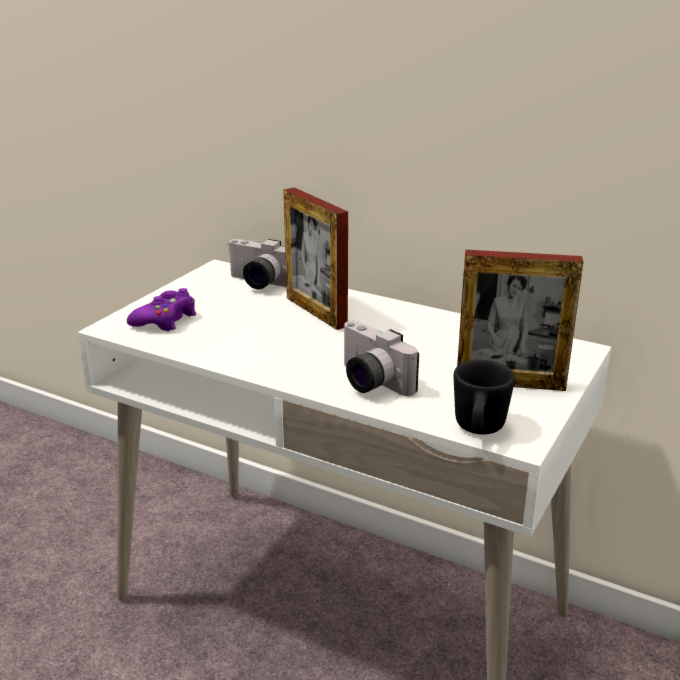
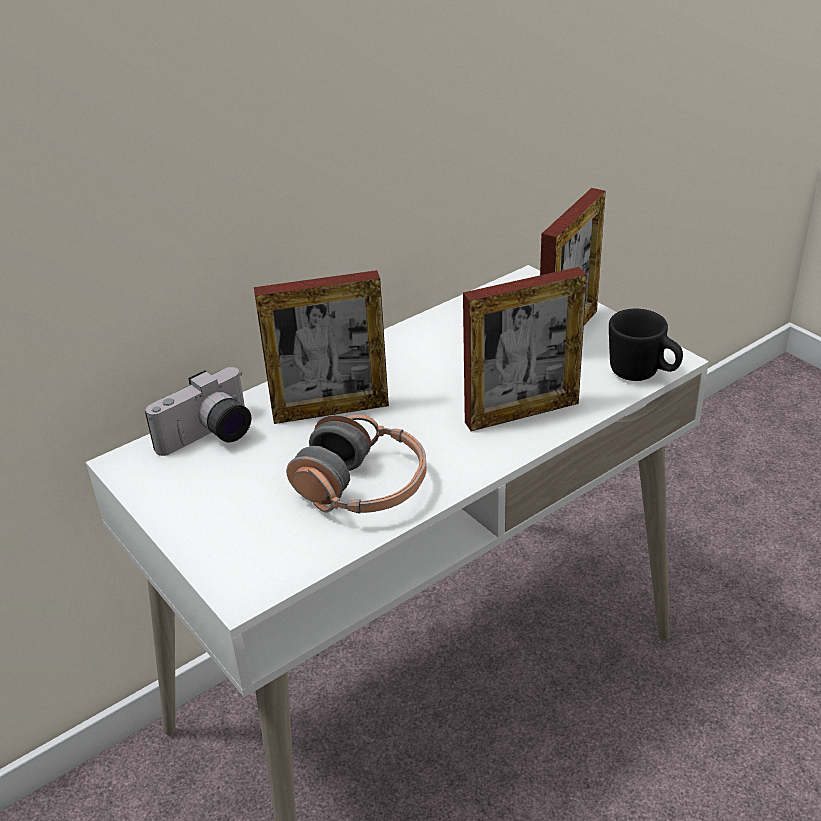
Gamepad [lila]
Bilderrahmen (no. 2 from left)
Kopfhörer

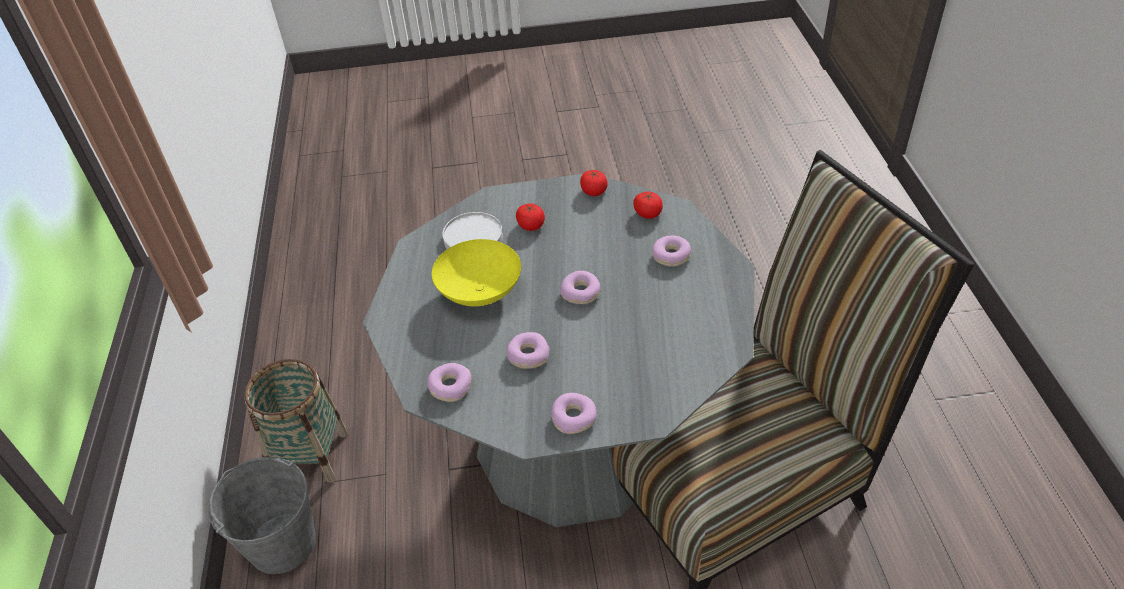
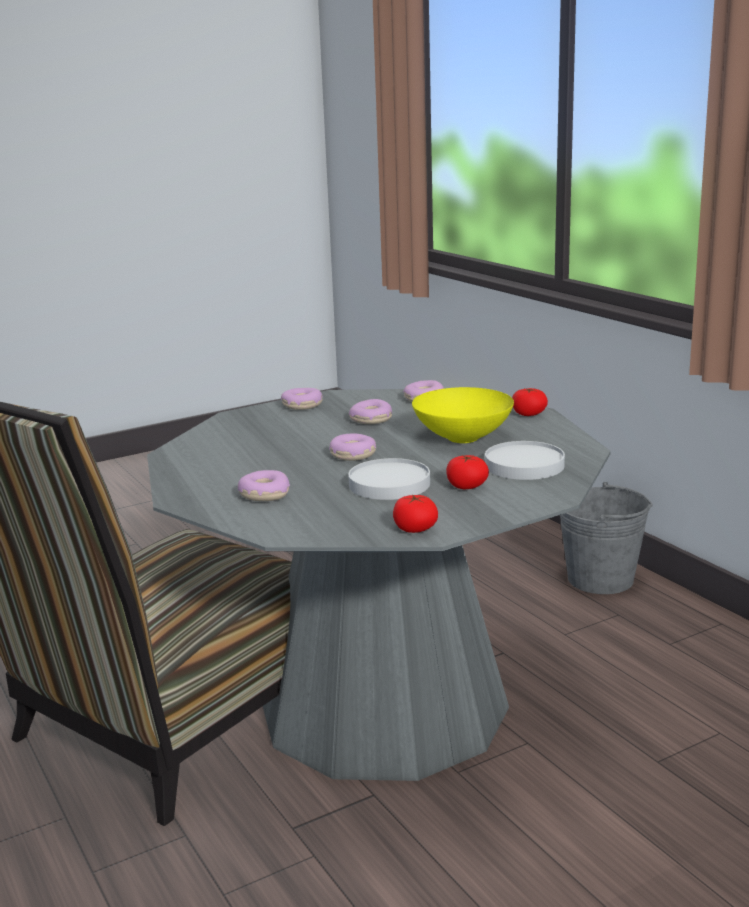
Korb
Tomate (no. 3 from left)
Teller [weiß] (no. 1 from left)

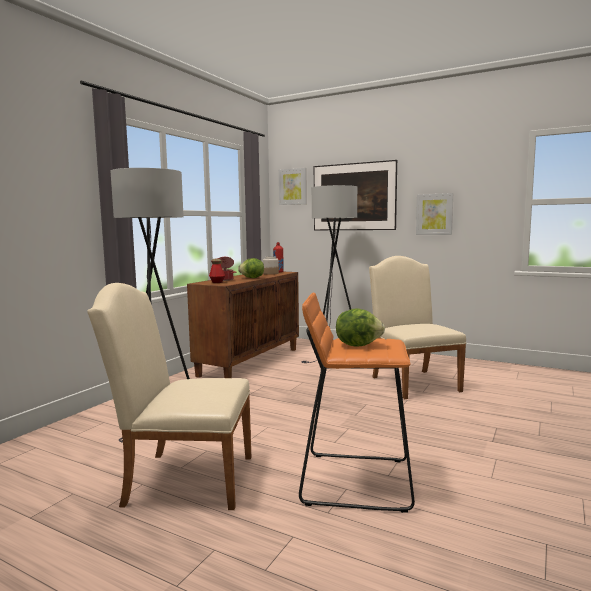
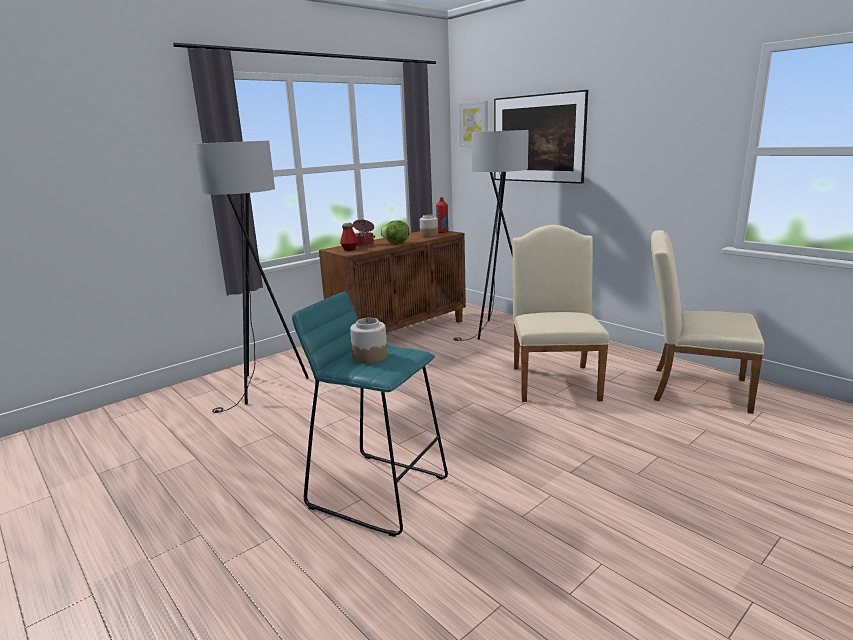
Stuhl [beige] (no. 2 from left)
Hocker [türkis]
Vorratsglas (no. 1 from left)
Bild (no. 3 from left in the first image)

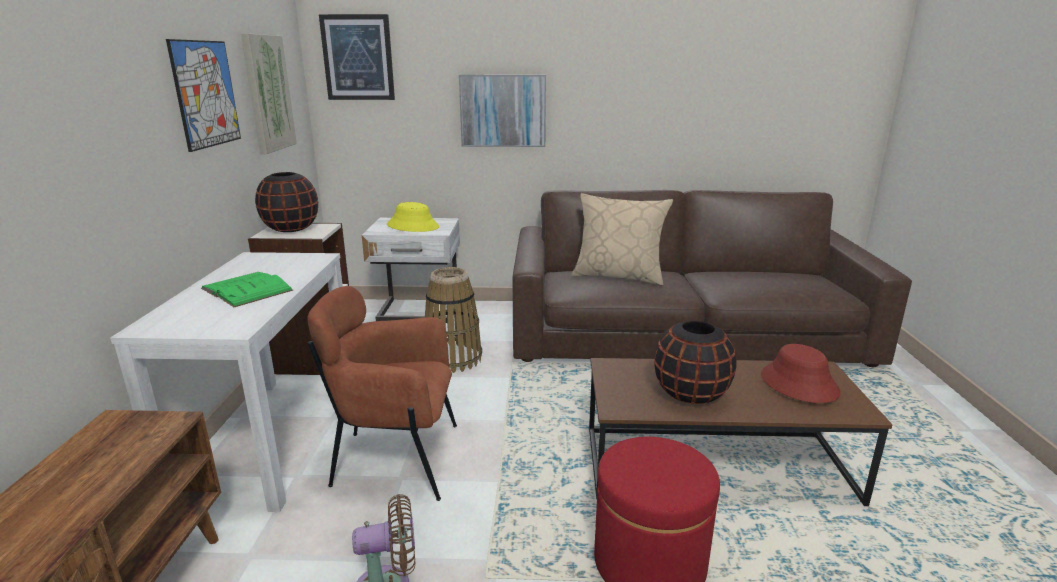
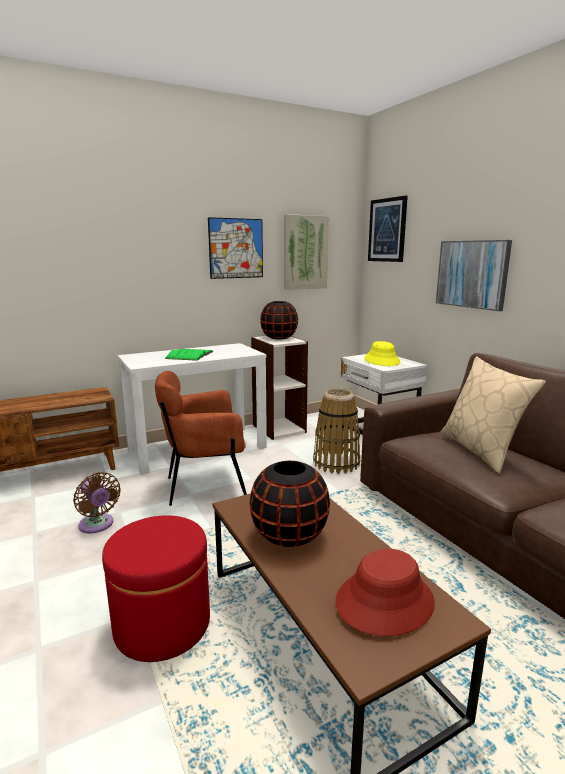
Sessel [braun]

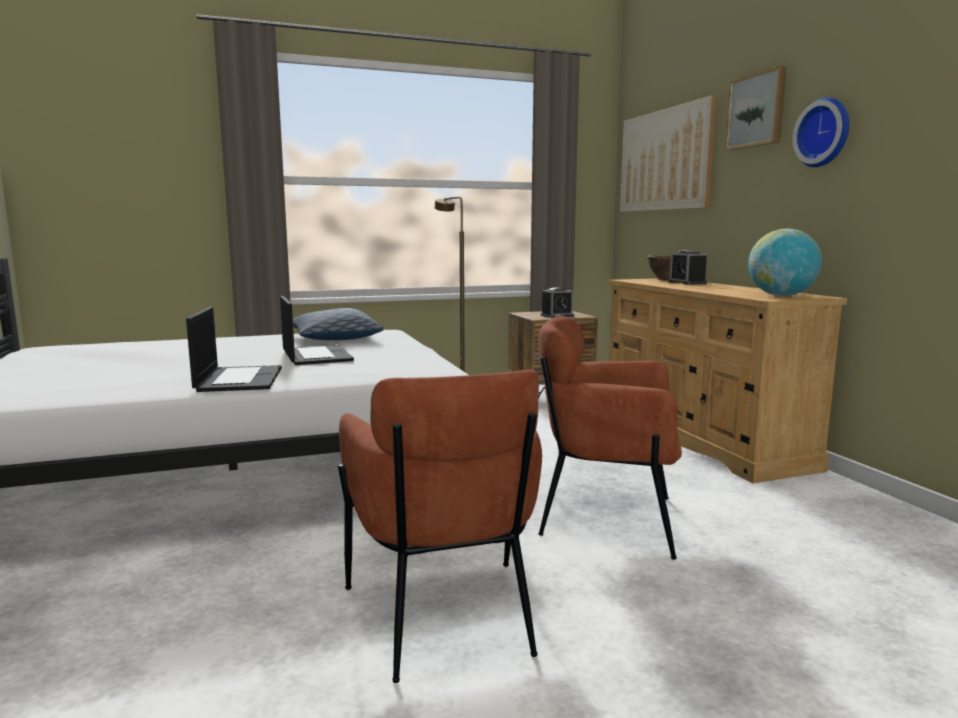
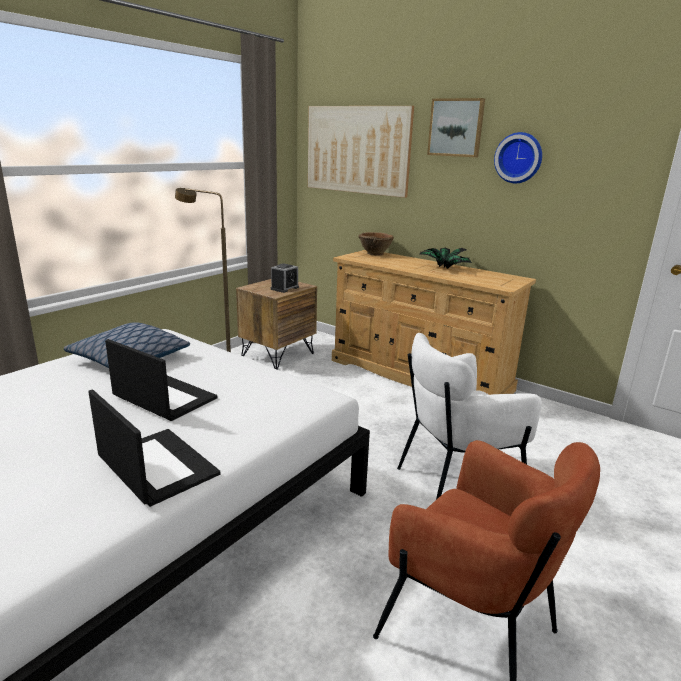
Sessel [weiß]
Wecker (no. 2 from left in the first image)
Globus
Topfpflanze

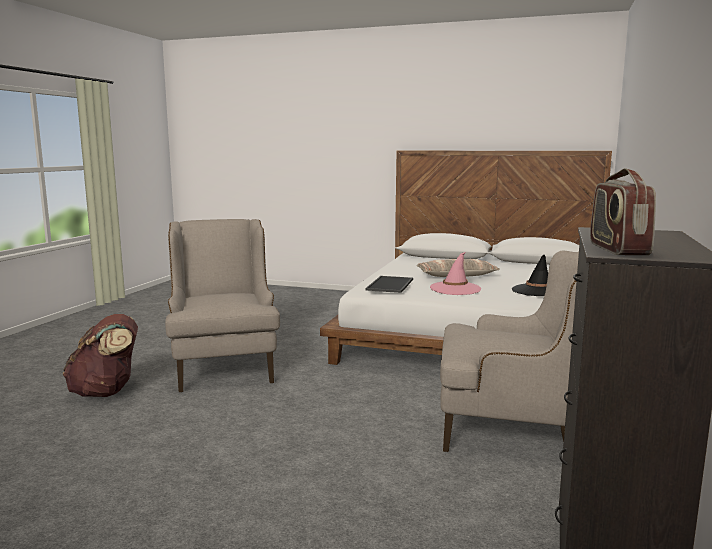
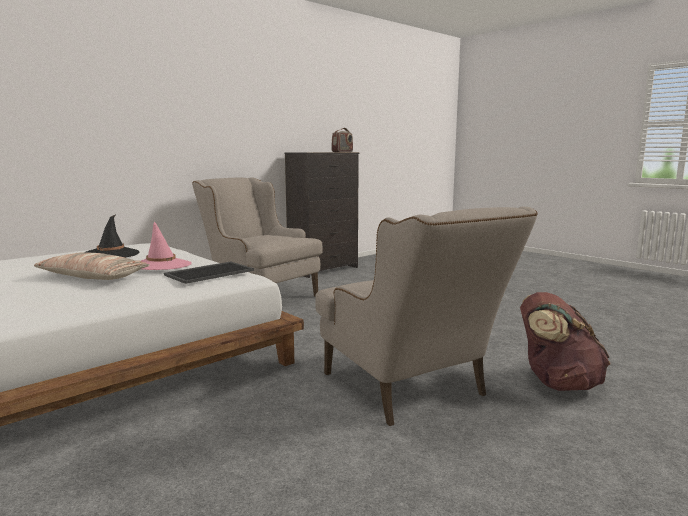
Sessel [beige] (no. 2 from left)

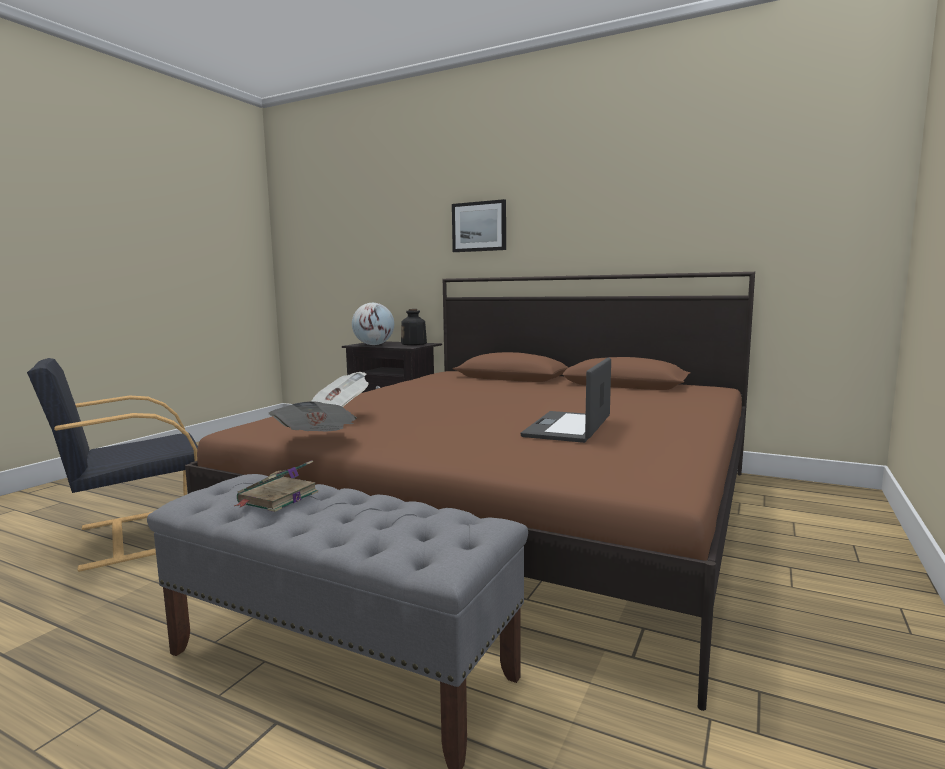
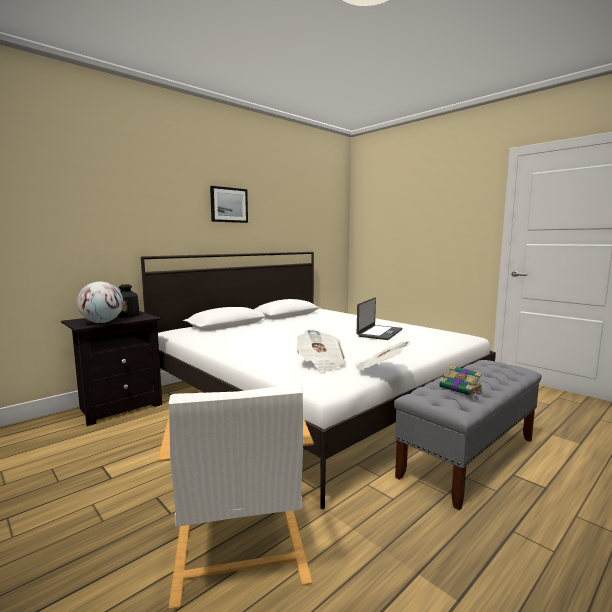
Sessel [weiß]
Bett [weiß]
Bild
Laptop

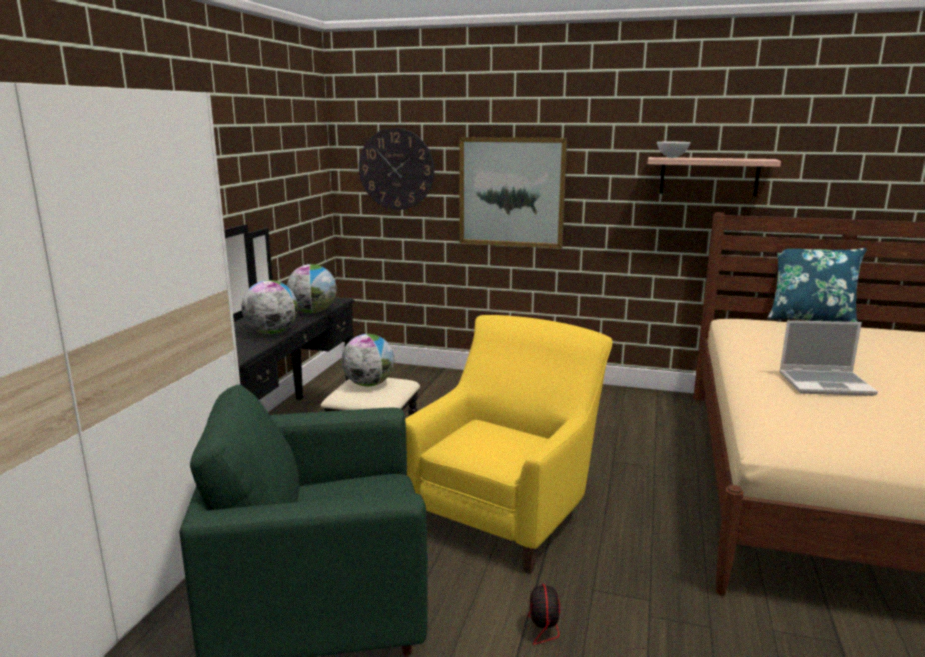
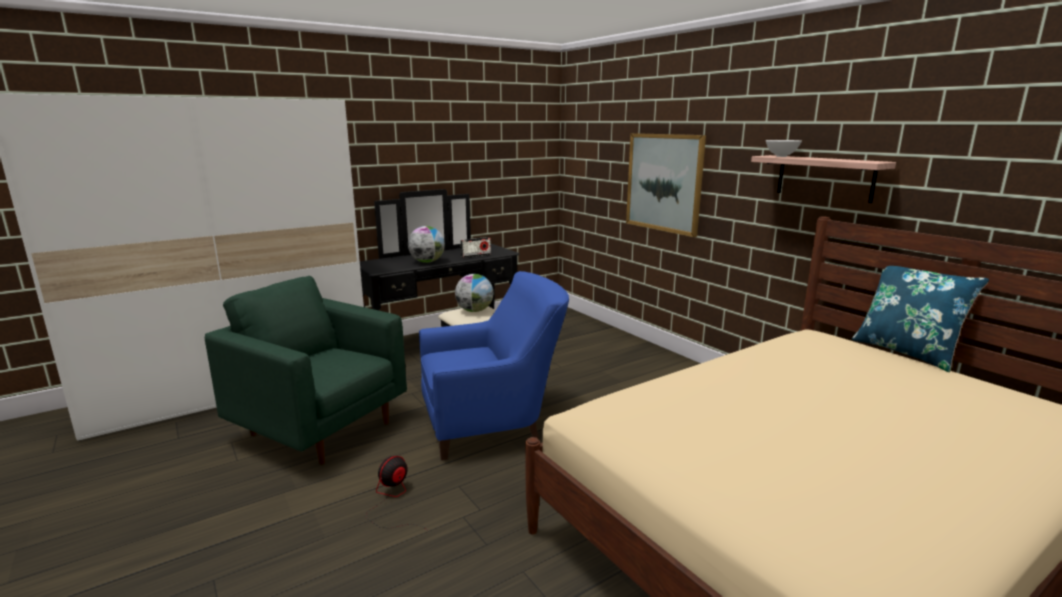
Radio
Wanduhr
Sessel [blau]
Laptop

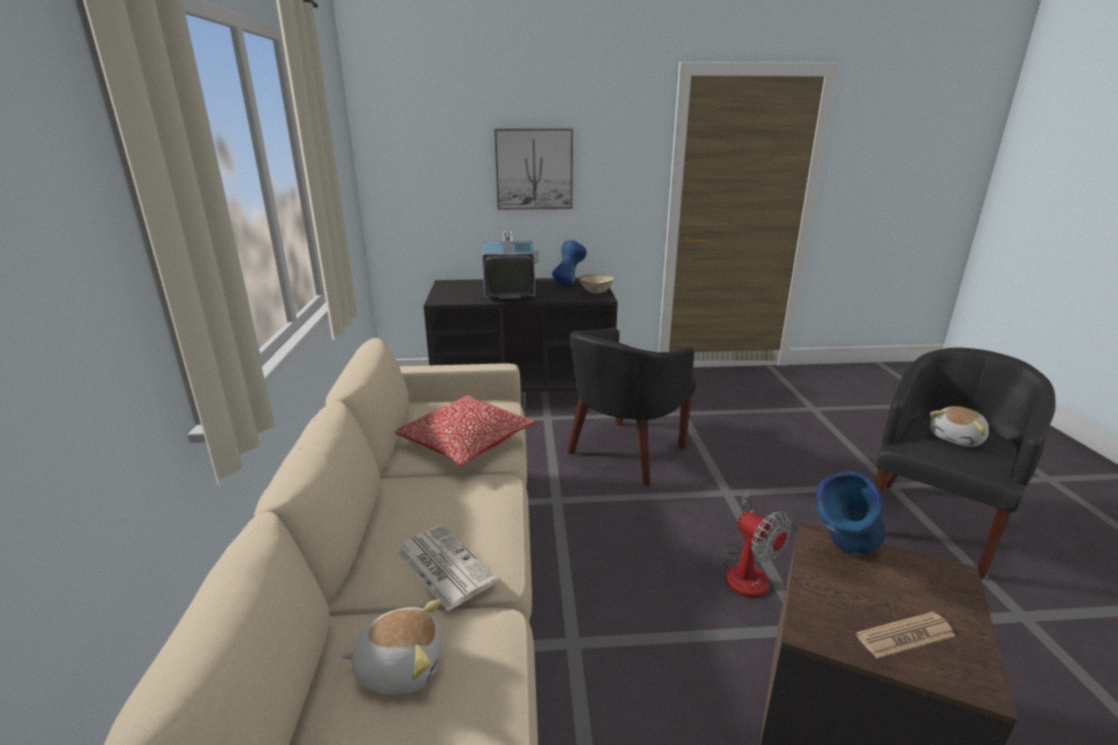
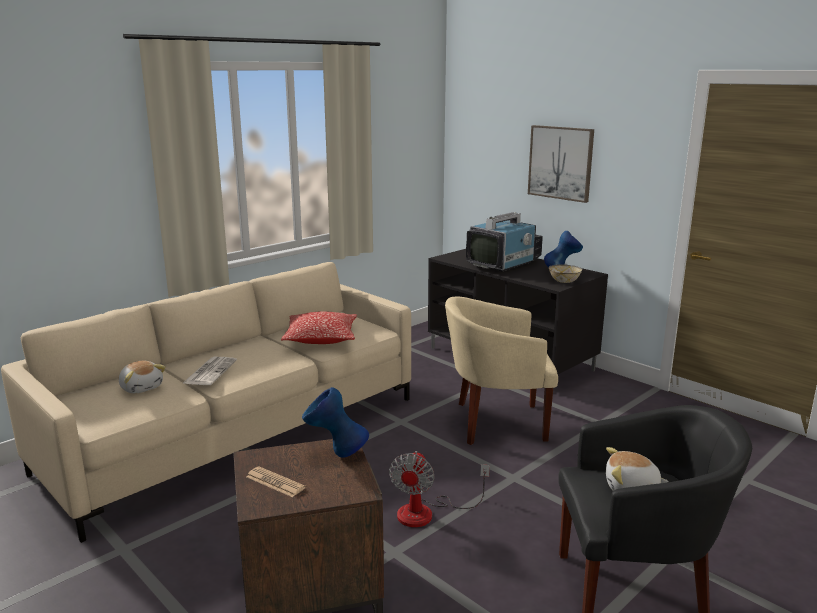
Sessel [beige]

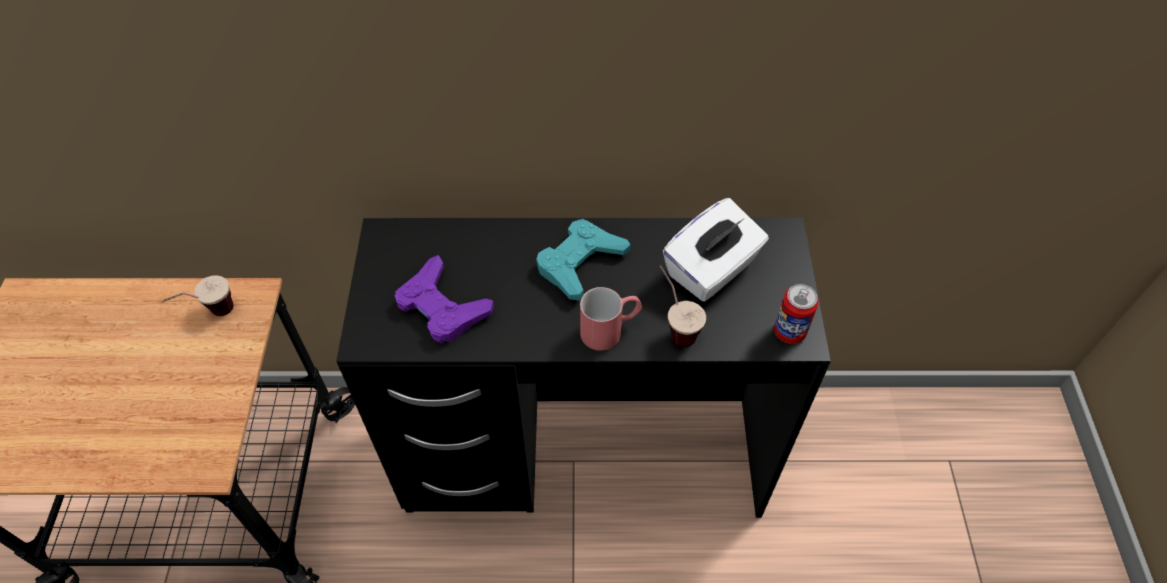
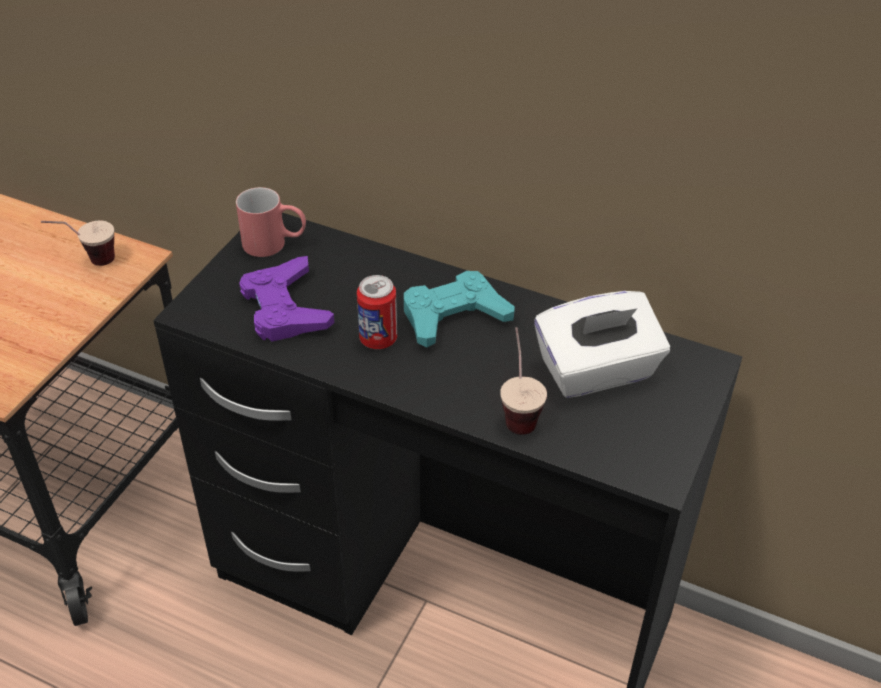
Henkelbecher [rot]
Dose

